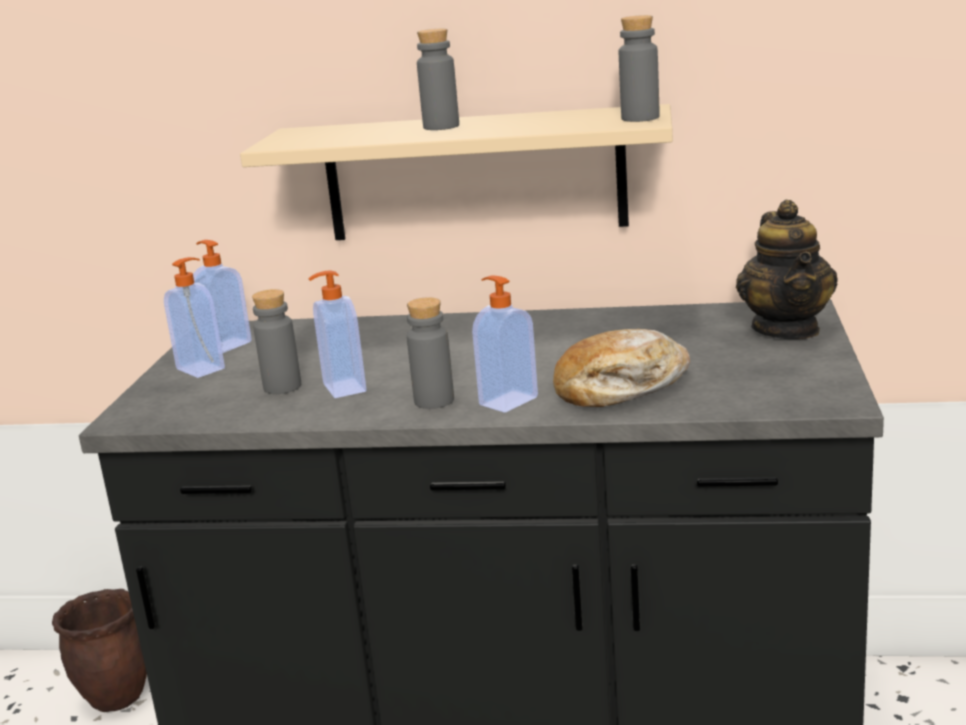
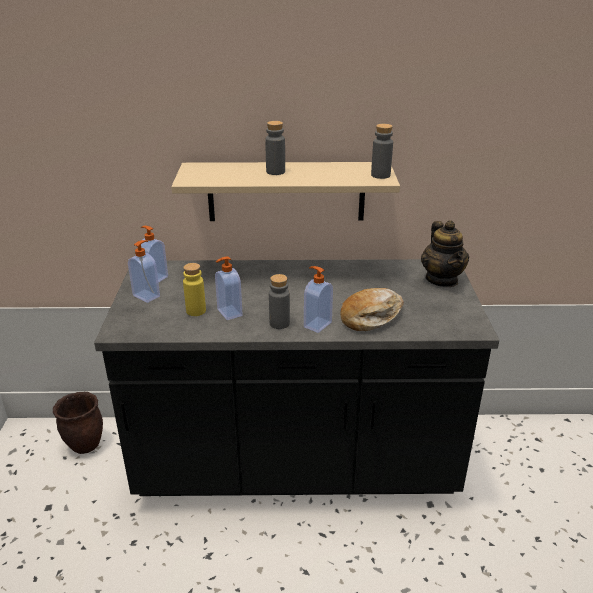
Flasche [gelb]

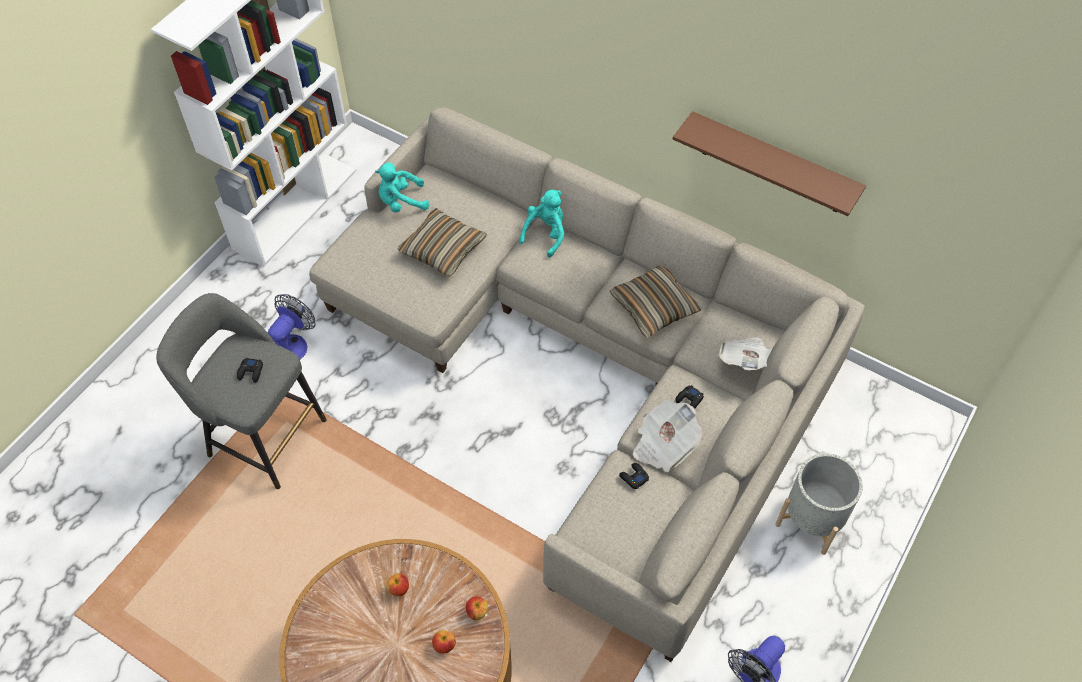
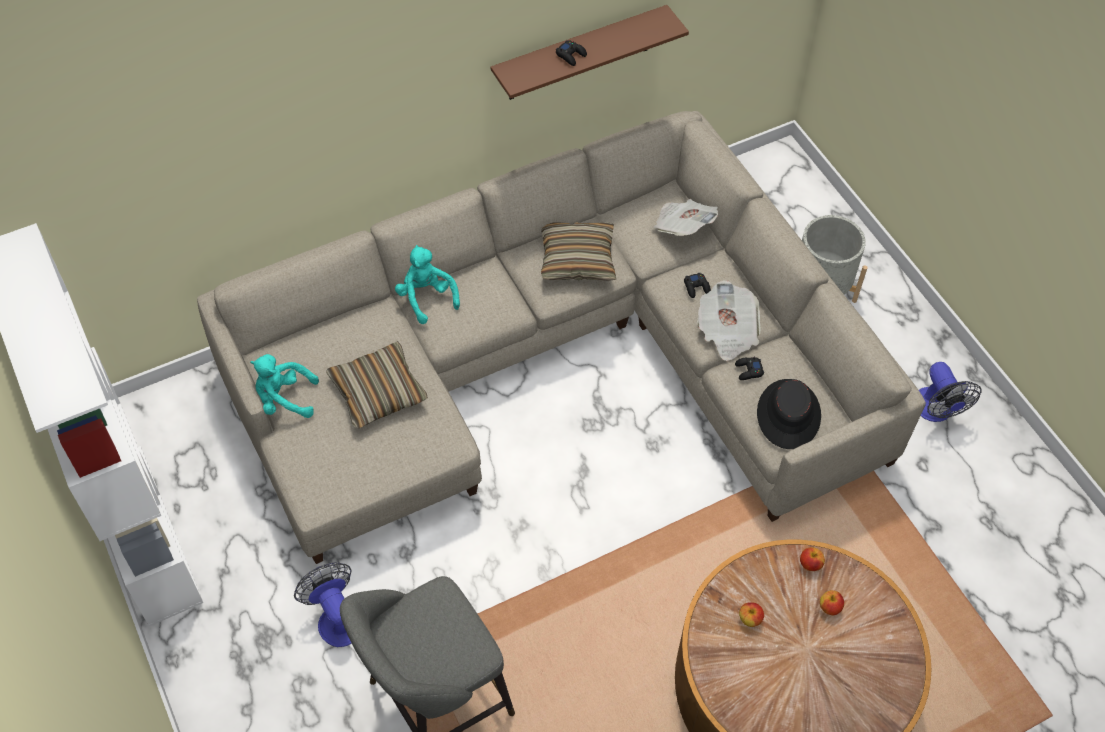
Gamepad [schwarz] (no. 1 from left)
Plüschtier [türkis] (no. 1 from left)
Hut [schwarz]

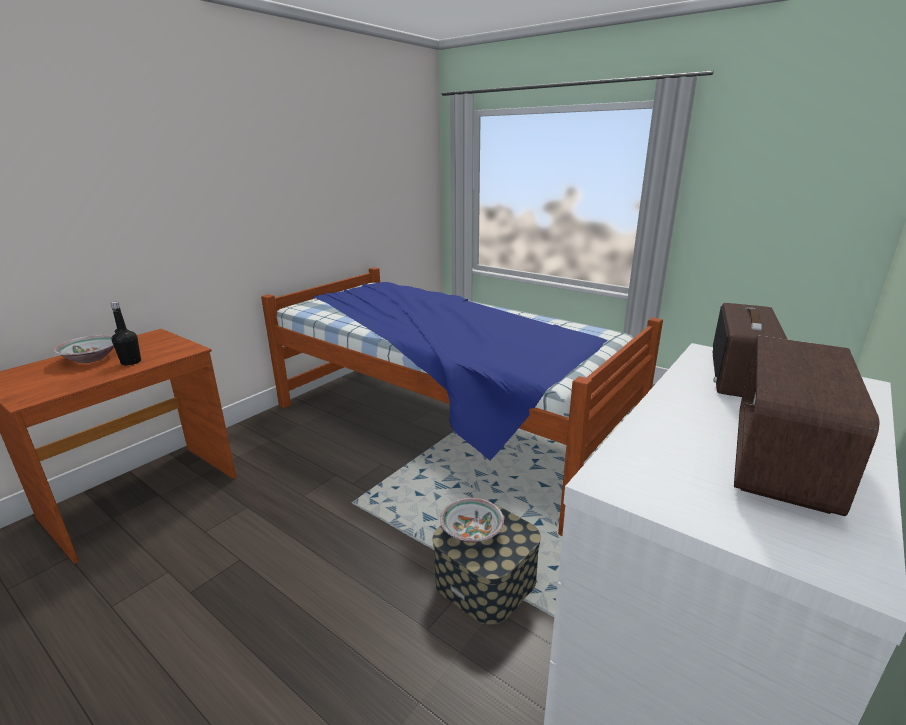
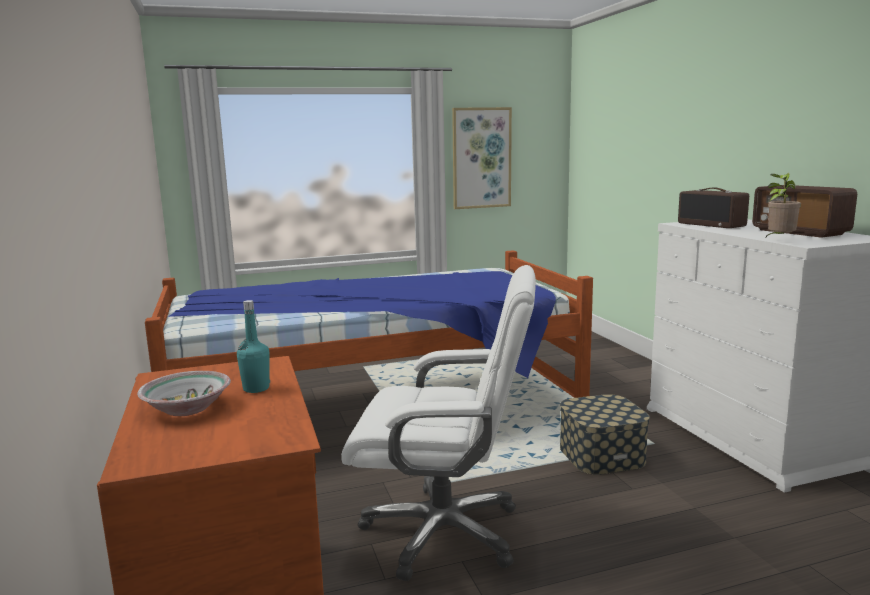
Flasche [türkis]
Schüssel (no. 2 from left in the first image)
Bürostuhl [weiß]
Bild
Topfpflanze

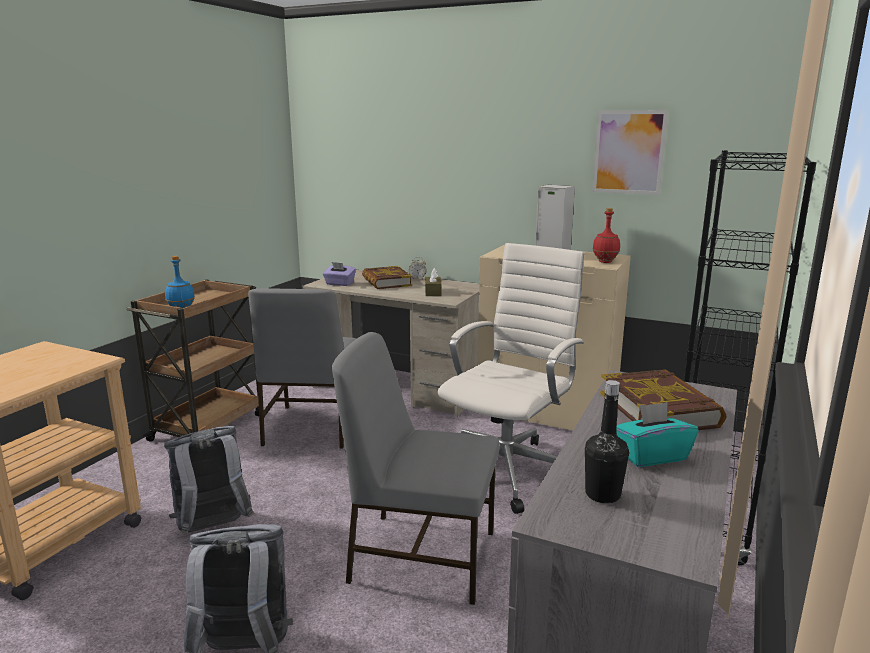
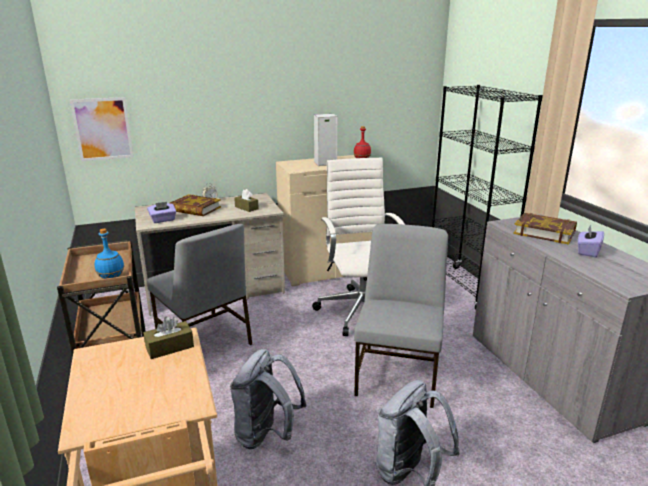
Stuhl [grau] (no. 2 from left)
Flasche [schwarz]
Bild
Taschentuchbox [lila] (no. 2 from left)
Taschentuchbox [braun] (no. 1 from left)

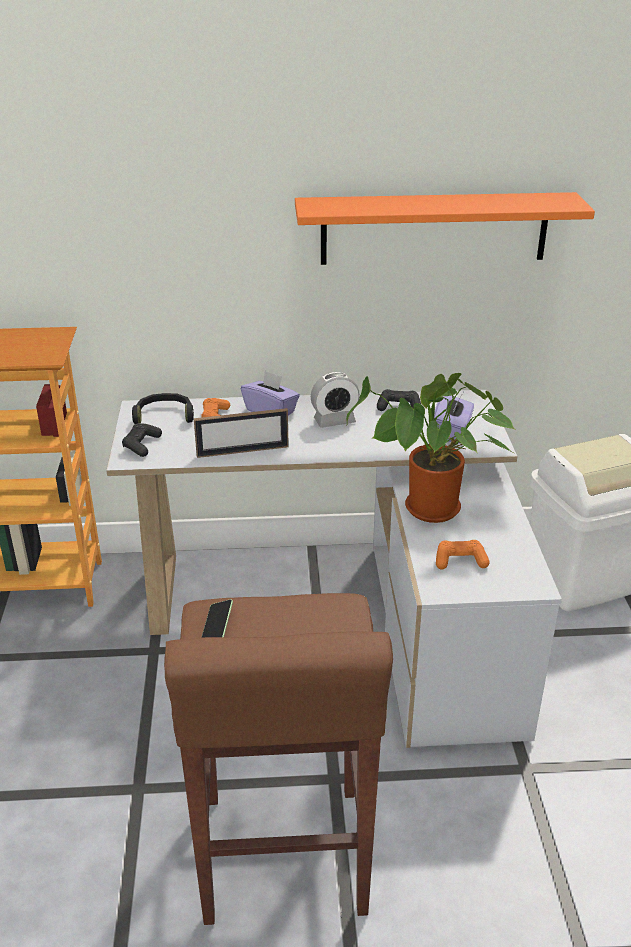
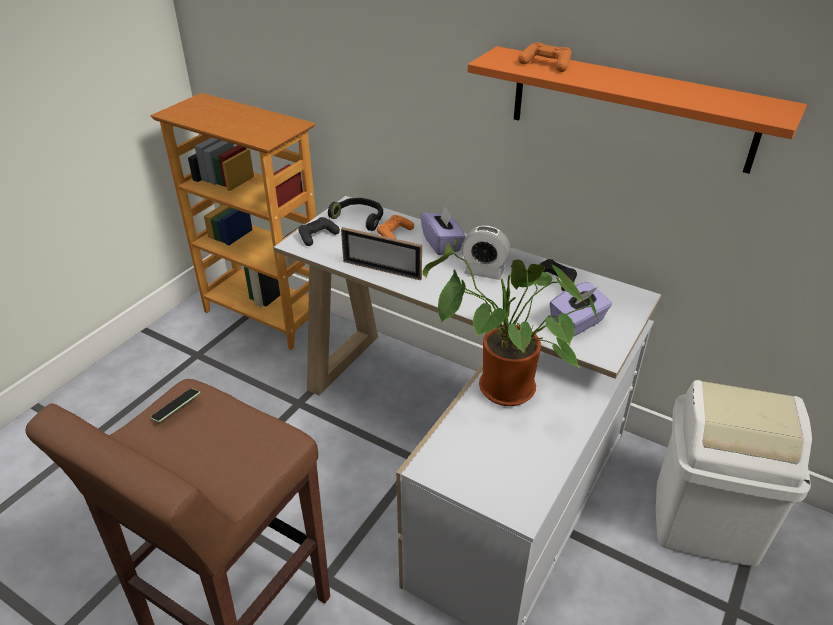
Gamepad [orange] (no. 2 from left)

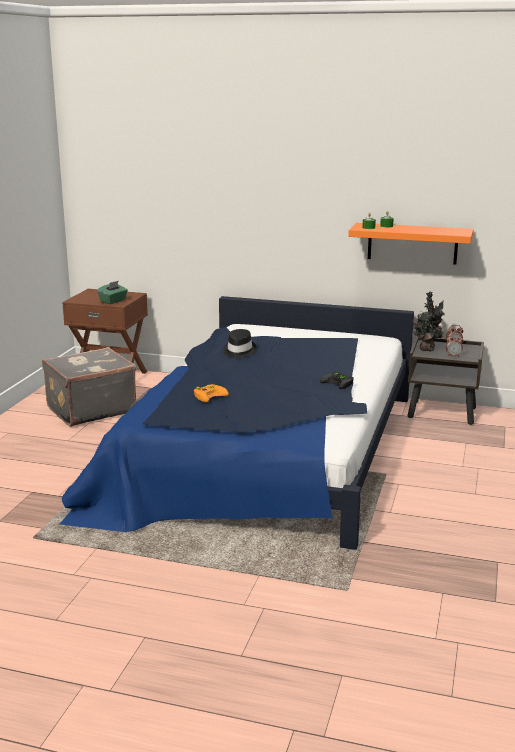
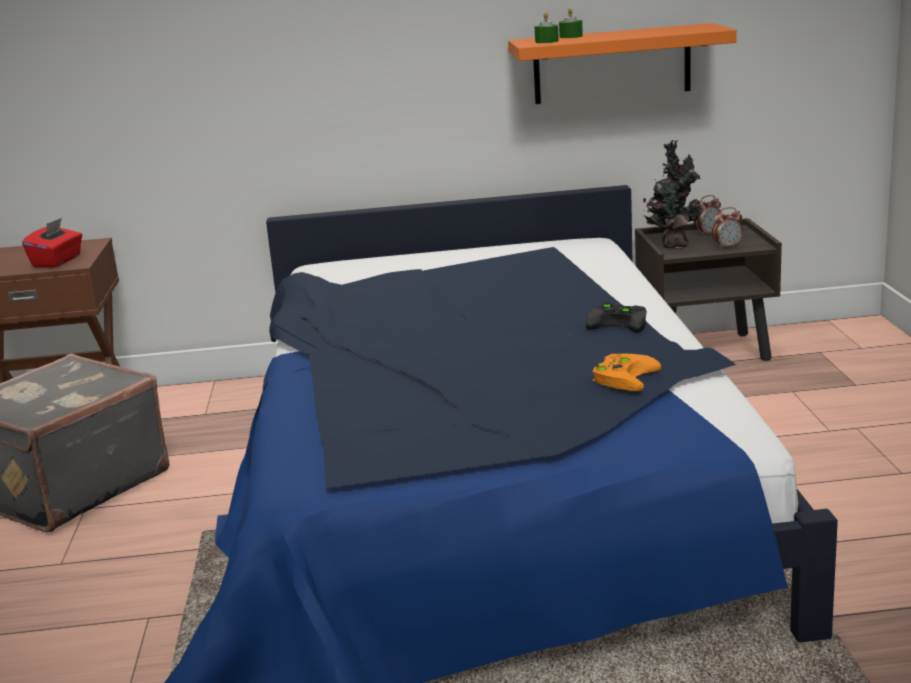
Taschentuchbox [rot]
Gamepad [orange]
Hut [schwarz]

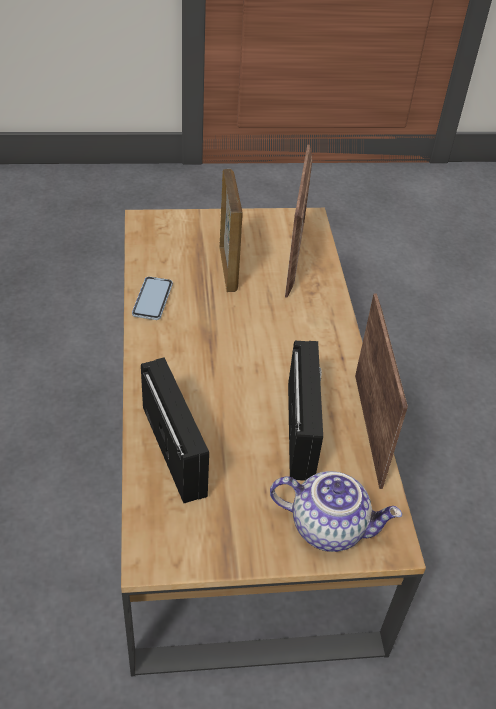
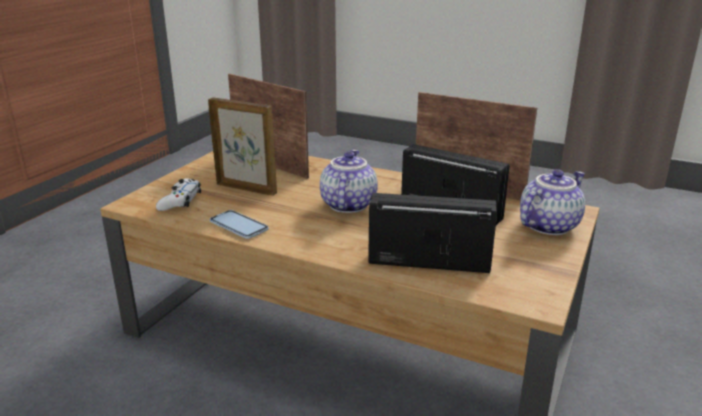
Gamepad [weiß]
Teekanne (no. 1 from left)

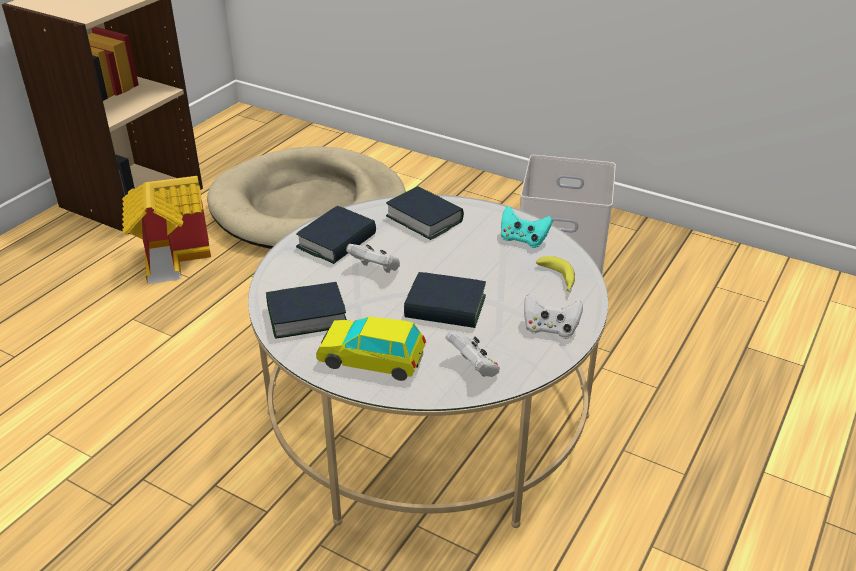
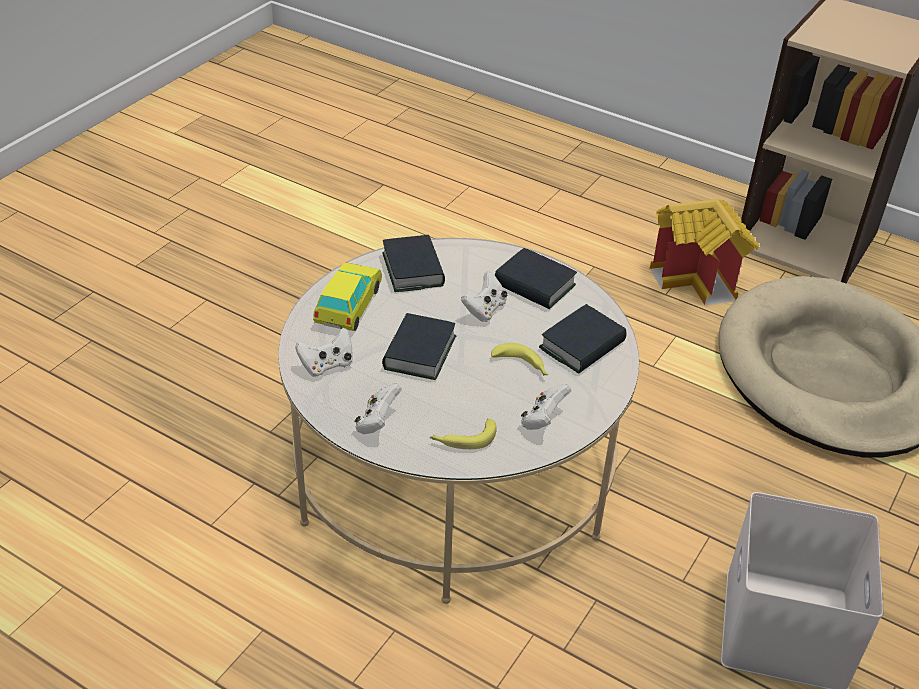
Gamepad [weiß] (no. 4 from left)
Banane (no. 2 from left)

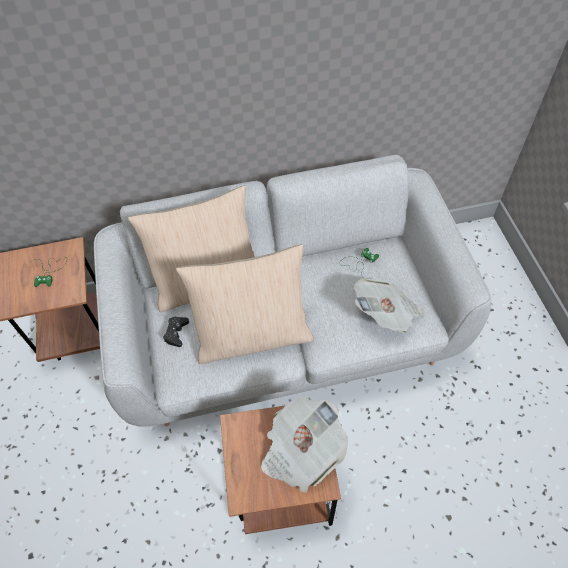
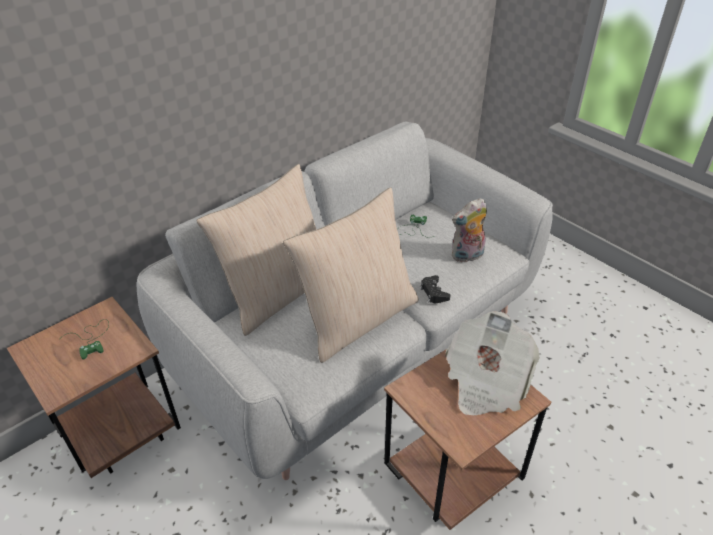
Gamepad [schwarz]
Plüschtier

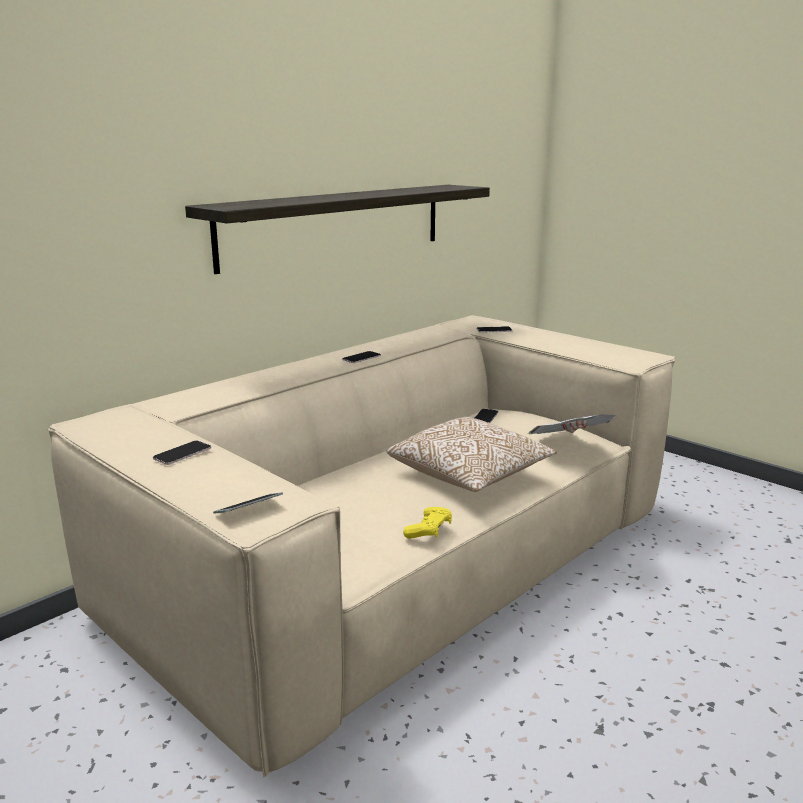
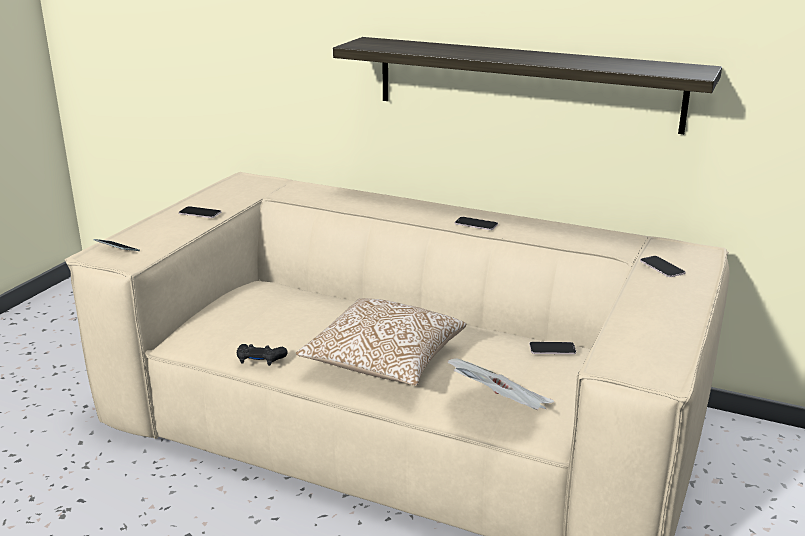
Gamepad [schwarz]

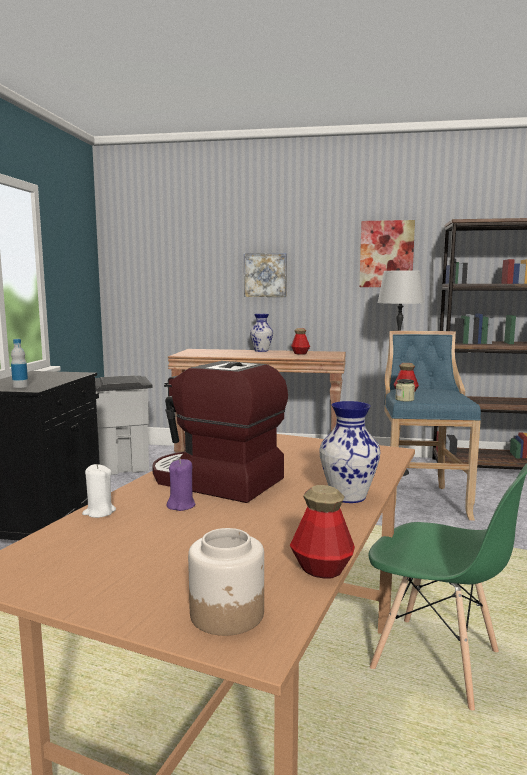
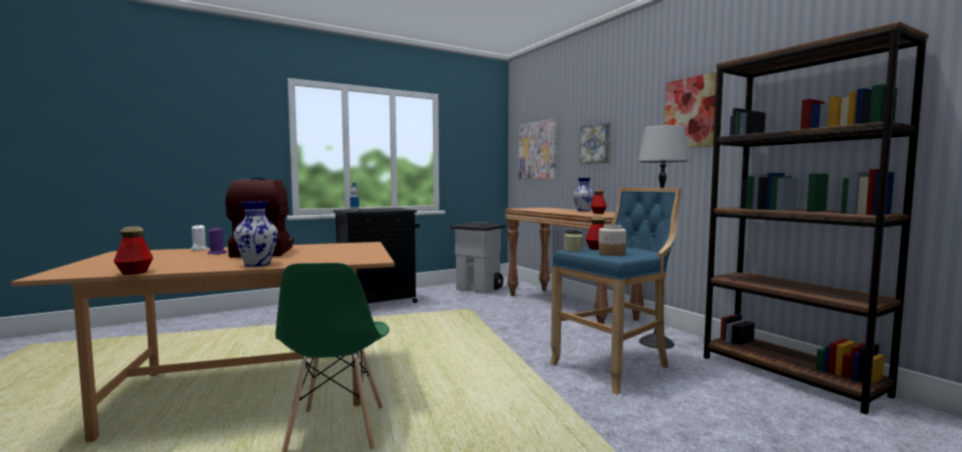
Vorratsglas (no. 2 from left)
Bild (no. 1 from left)

